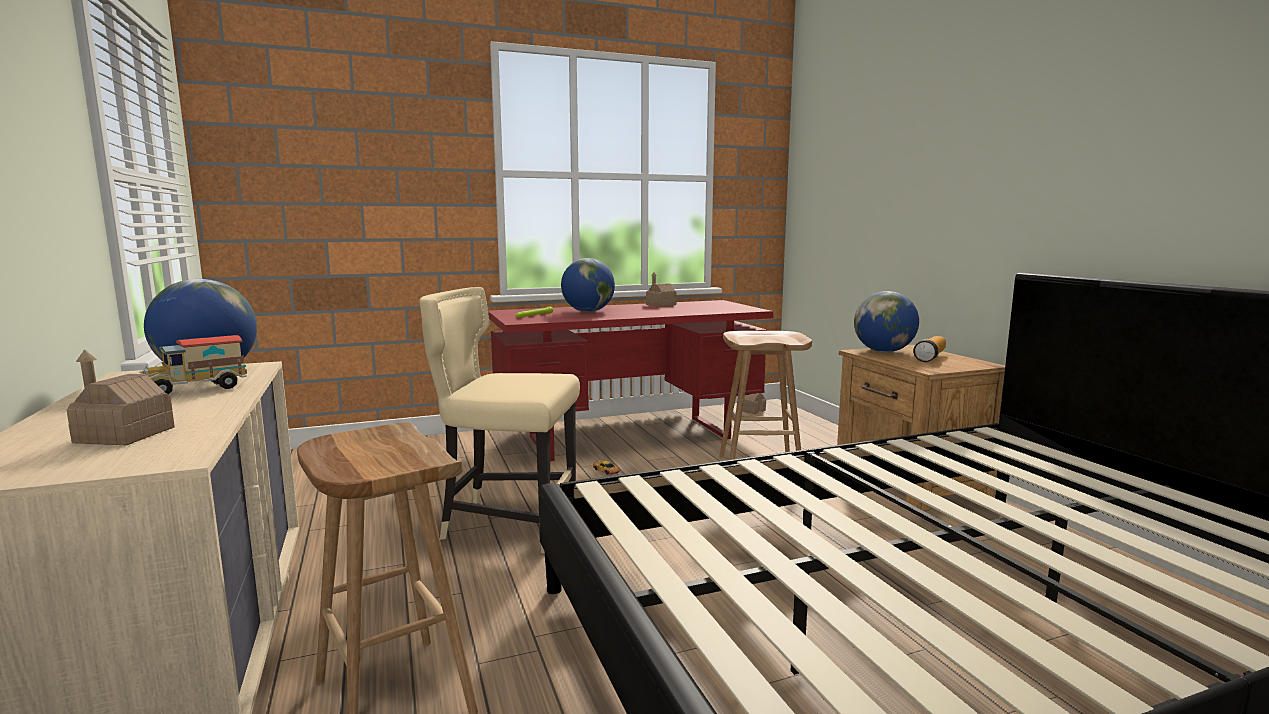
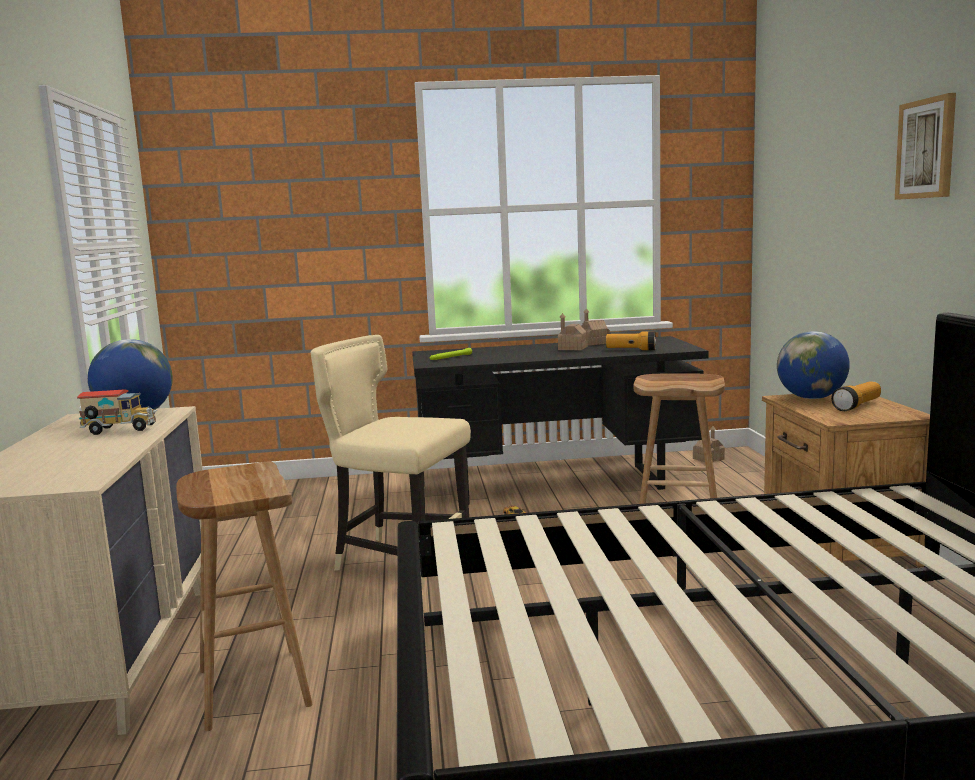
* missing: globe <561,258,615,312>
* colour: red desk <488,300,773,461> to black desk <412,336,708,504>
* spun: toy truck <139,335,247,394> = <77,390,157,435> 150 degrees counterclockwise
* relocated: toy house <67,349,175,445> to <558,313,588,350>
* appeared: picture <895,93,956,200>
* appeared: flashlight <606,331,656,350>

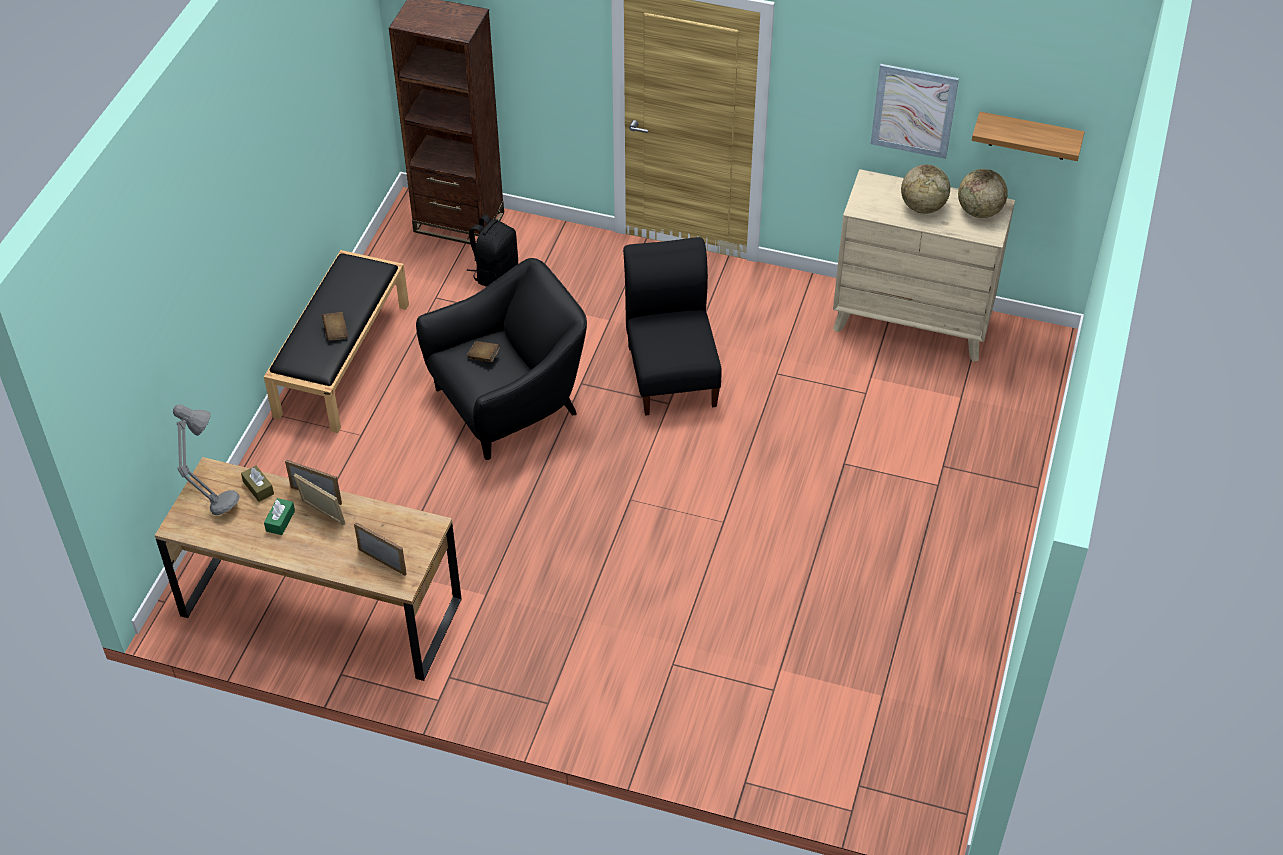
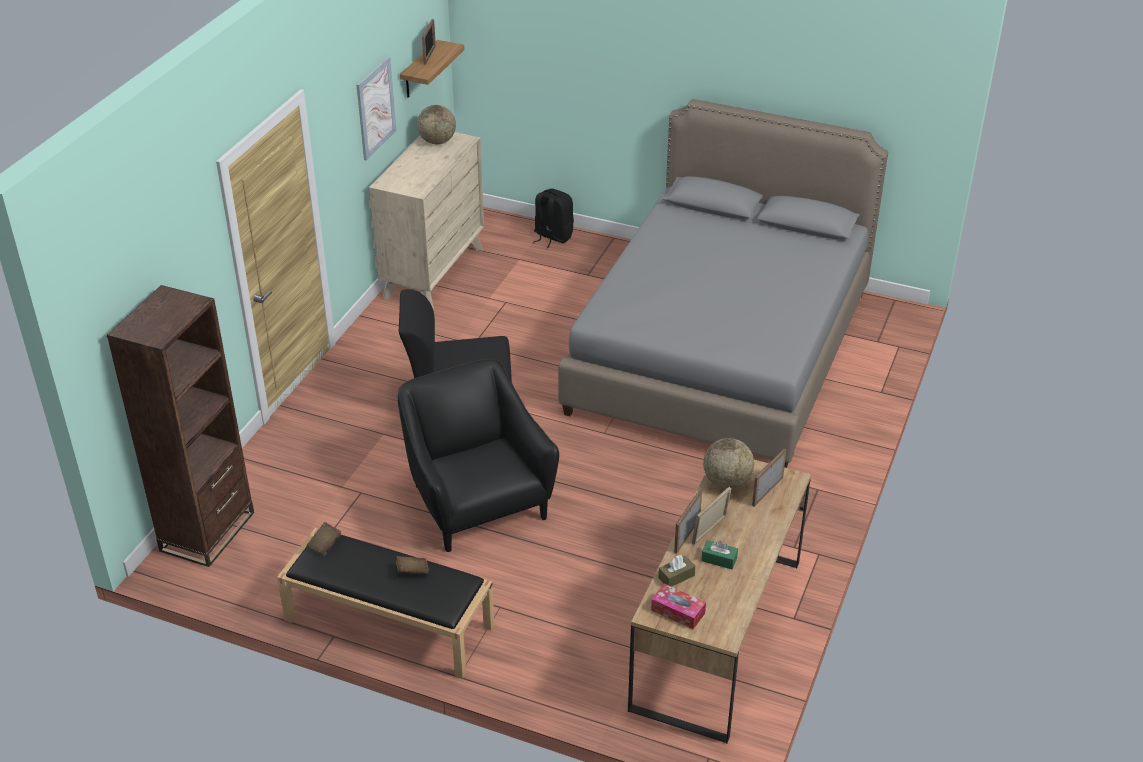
* relocated: globe <901,165,950,214> to <703,438,754,489>
* relocated: black backpack <467,215,518,287> to <533,189,574,248>
* relocated: brown book <467,341,500,362> to <307,522,341,556>
* exchanged: grey table lamp <173,404,240,515> to tissue box <651,584,706,629>
* appeared: picture frame <422,19,436,65>
* appeared: grey bed <558,99,888,468>

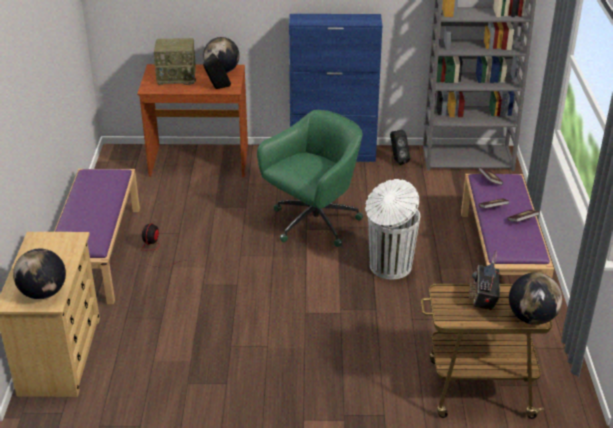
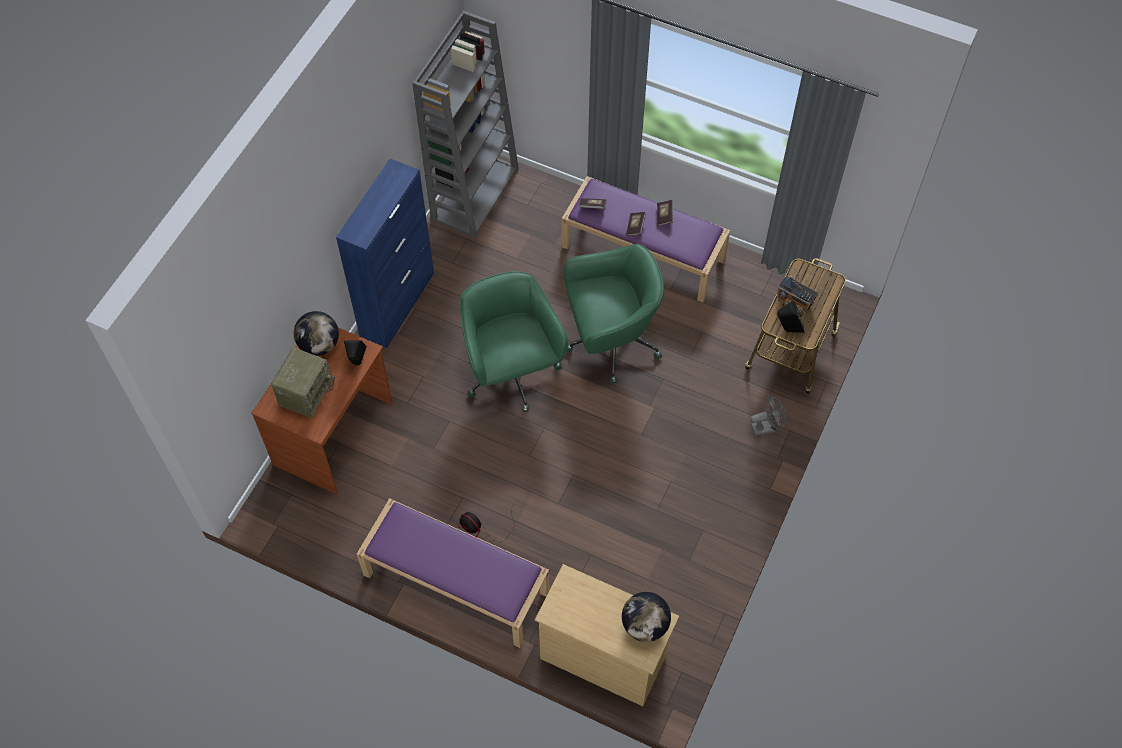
* relocated: black speaker <390,130,410,165> to <777,301,804,333>
* exchanged: white trash can <365,179,420,279> to green office chair <564,244,664,384>
* missing: globe <509,273,562,325>
* appeared: grey fan <751,395,786,436>

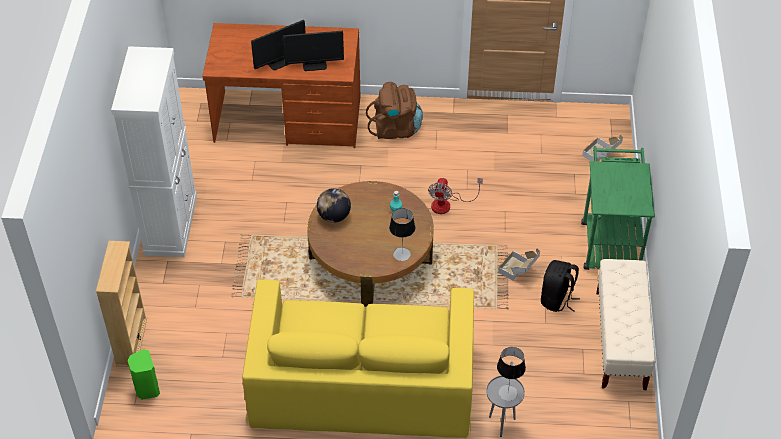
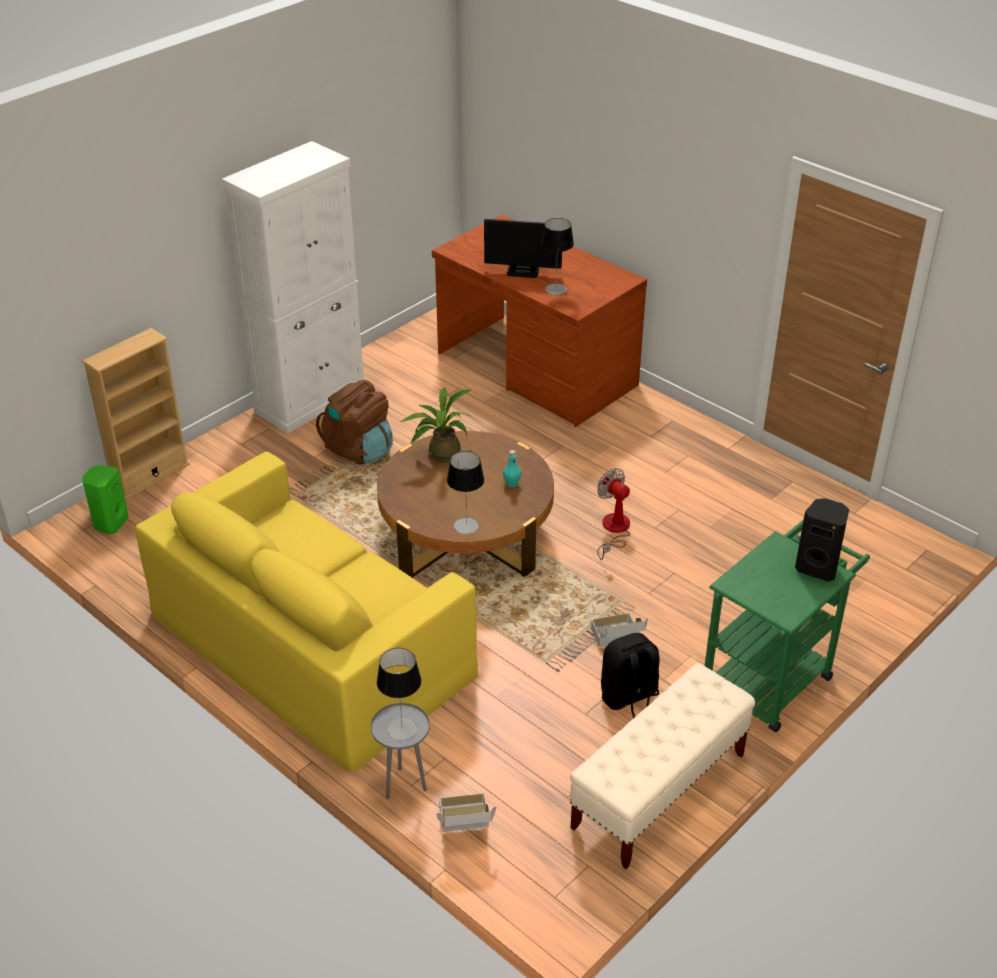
* exchanged: monitor <283,31,344,71> to table lamp <541,218,574,295>
* relocated: brown backpack <366,82,423,139> to <316,380,393,465>
* relocated: cardboard box <582,135,623,161> to <437,793,496,832>
* spun: fan <428,178,483,214> = <597,468,630,560> 90 degrees clockwise
* exchanged: globe <317,188,351,223> to potted plant <401,387,472,462>
* appeared: black speaker <795,498,849,582>

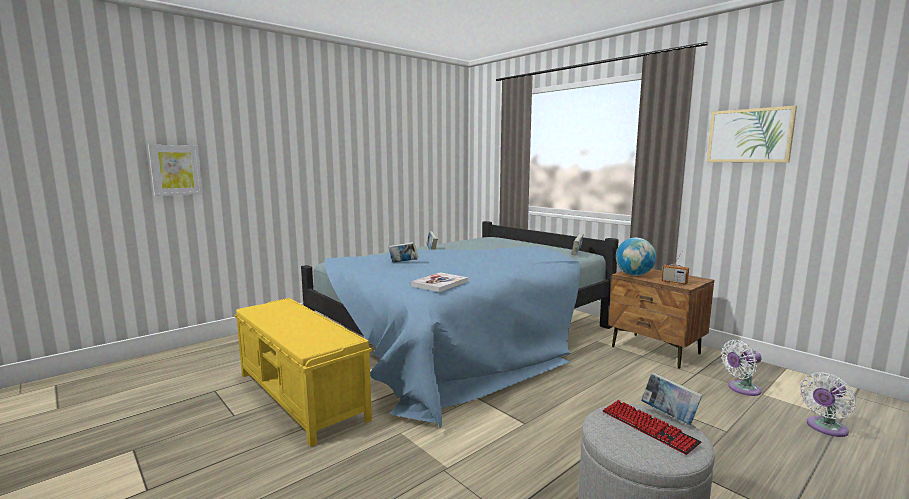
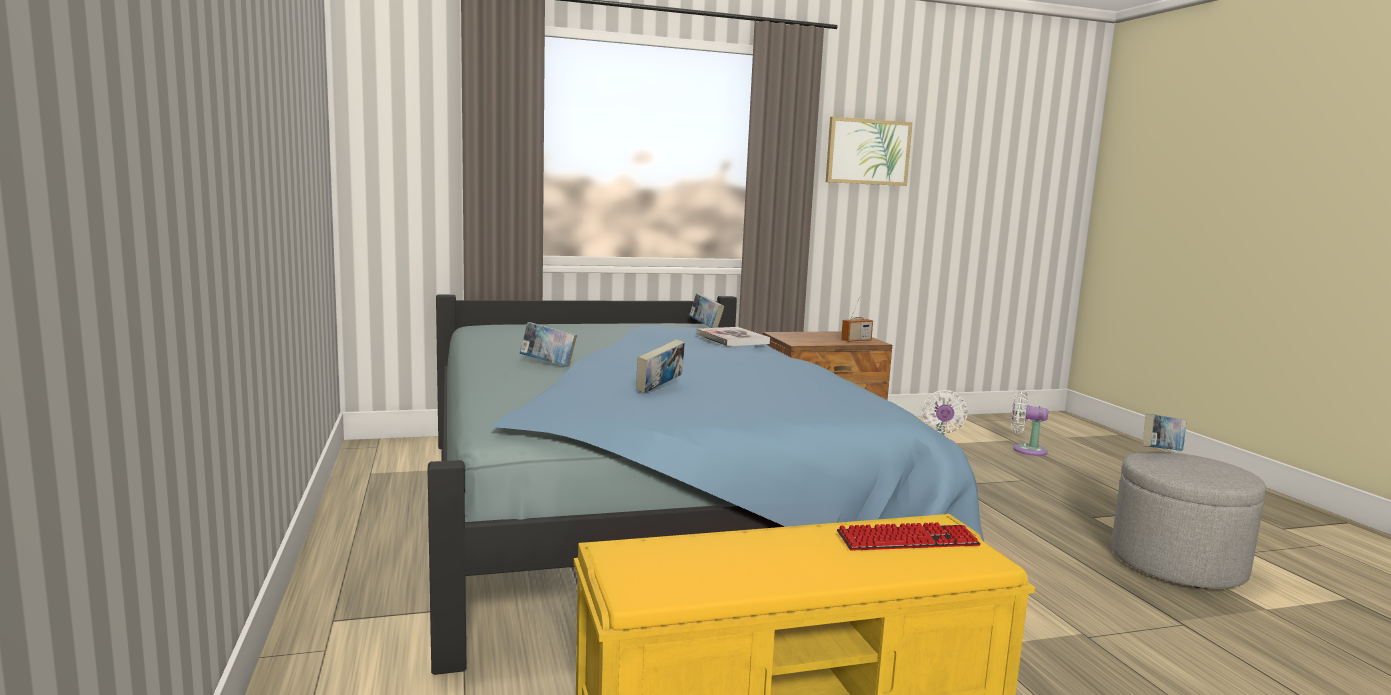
* missing: picture <148,145,203,196>
* missing: globe <616,238,656,276>
* relocated: book <411,272,468,292> to <696,327,770,347>
* spun: white fan <800,372,856,437> = <1011,391,1048,456> 120 degrees clockwise
* relocated: keyboard <602,400,701,455> to <837,522,981,551>

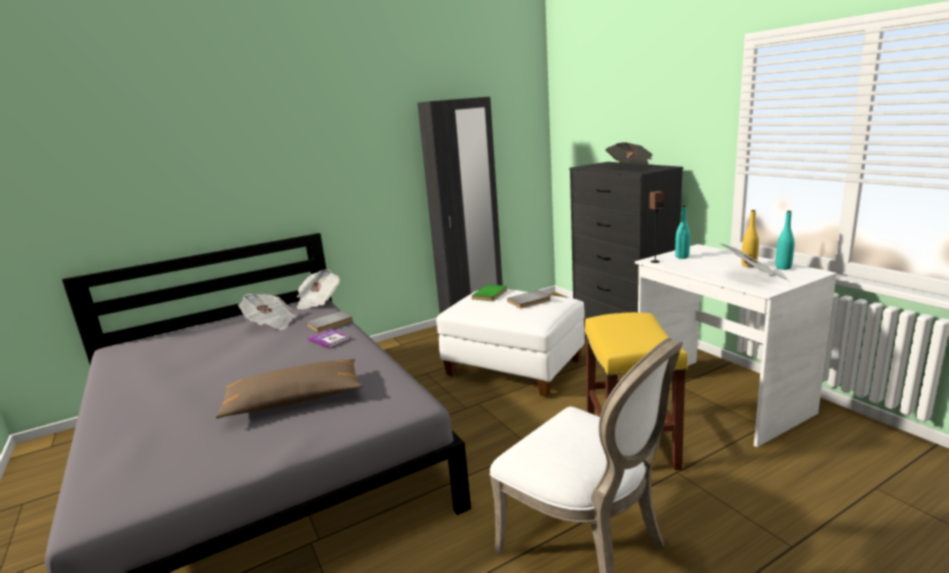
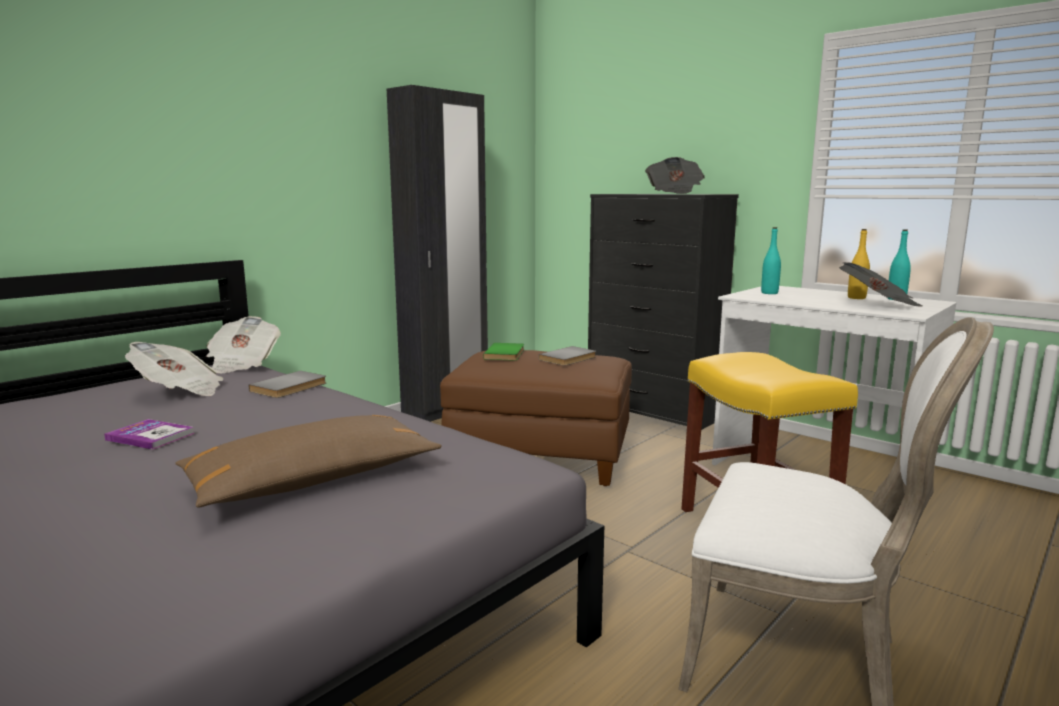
* missing: speaker <649,191,664,263>
* colour: white ottoman <436,290,585,397> to brown ottoman <440,350,632,486>
* relocated: book <308,329,350,349> to <104,419,195,450>

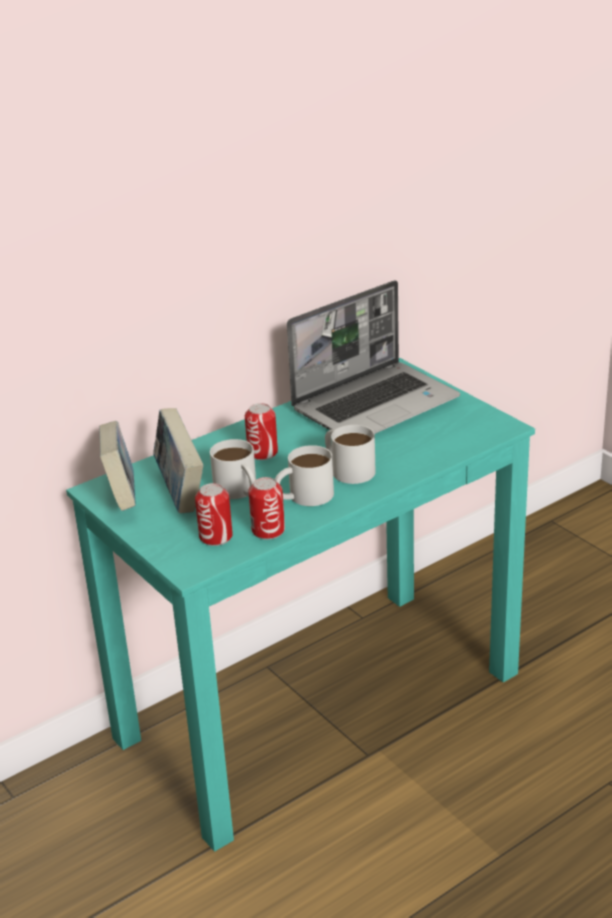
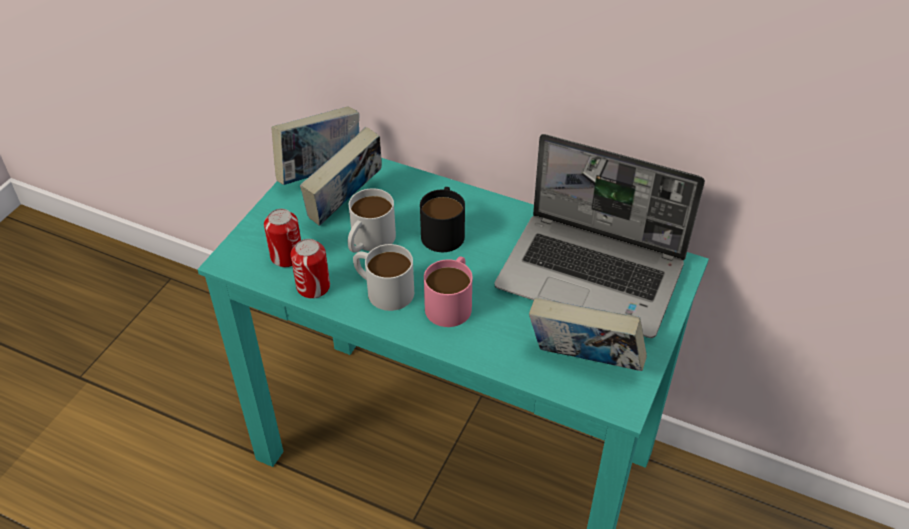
* exchanged: can <245,403,278,460> to black mug <420,187,465,252>
* colour: white mug <325,425,375,484> to pink mug <424,256,472,327>
* appeared: book <529,297,647,371>

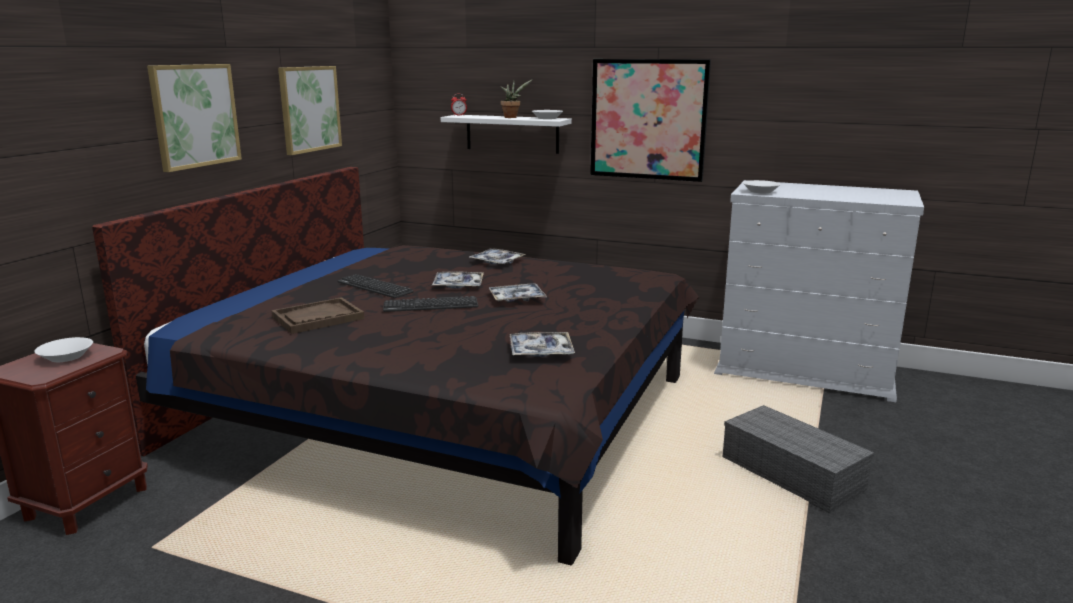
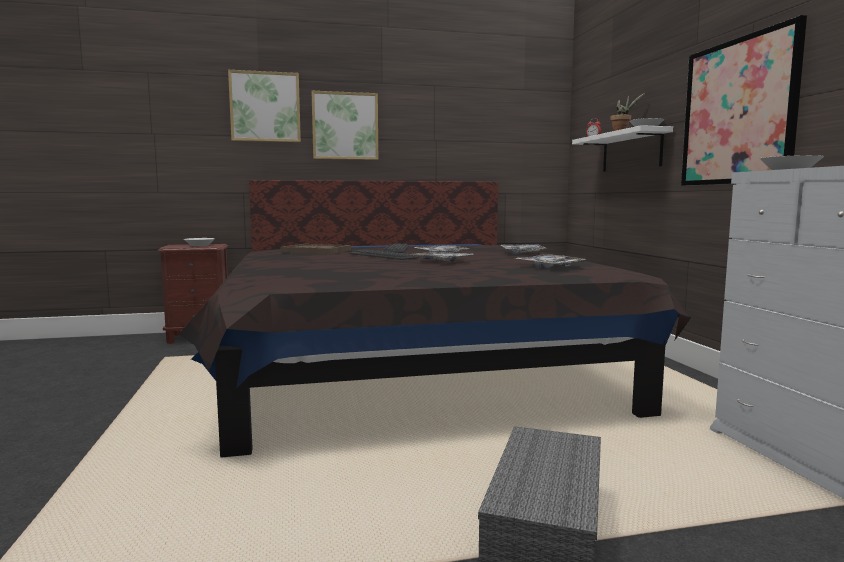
* relocated: picture <278,66,342,155> to <228,70,301,142>
* relocated: tray <509,332,575,357> to <516,255,586,268>

